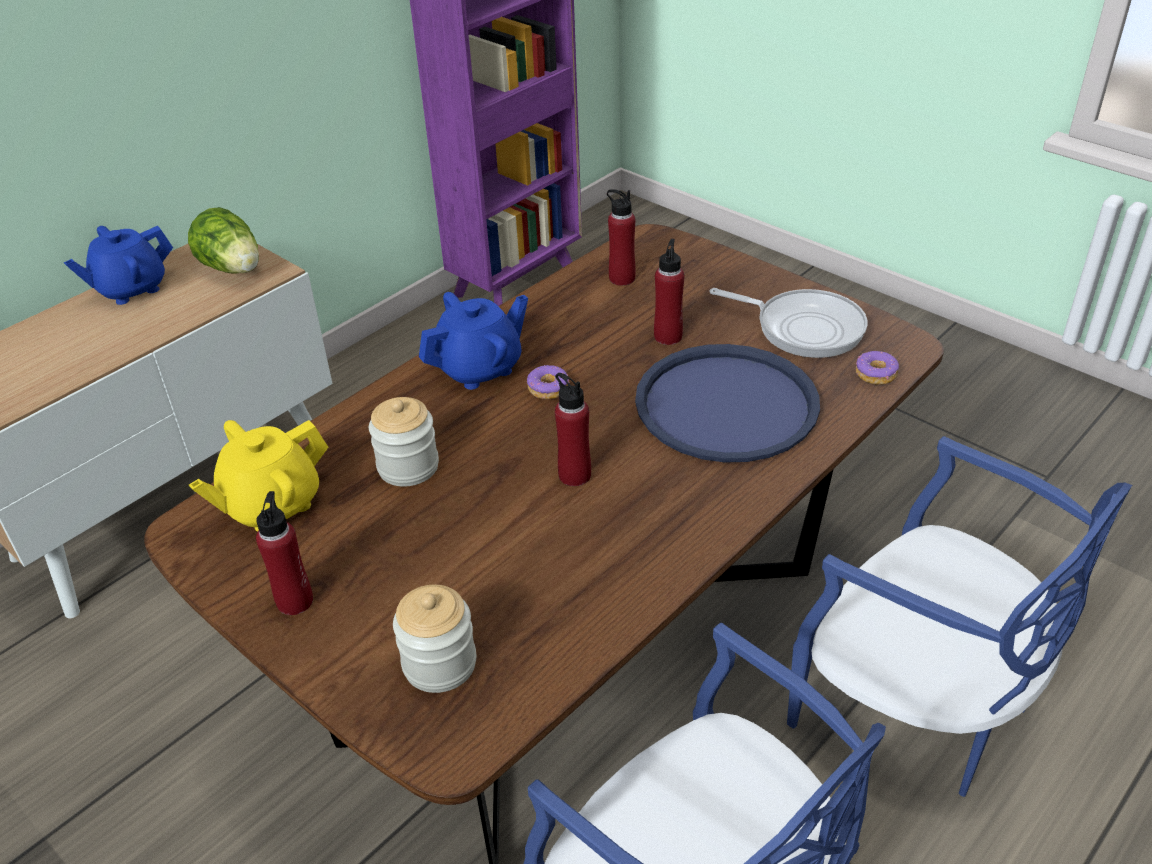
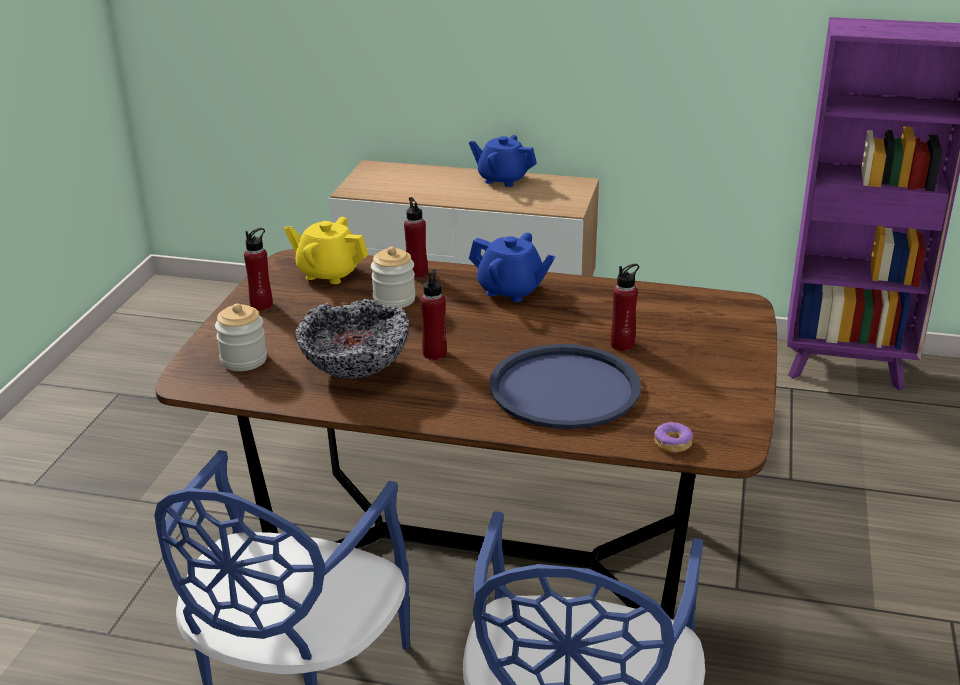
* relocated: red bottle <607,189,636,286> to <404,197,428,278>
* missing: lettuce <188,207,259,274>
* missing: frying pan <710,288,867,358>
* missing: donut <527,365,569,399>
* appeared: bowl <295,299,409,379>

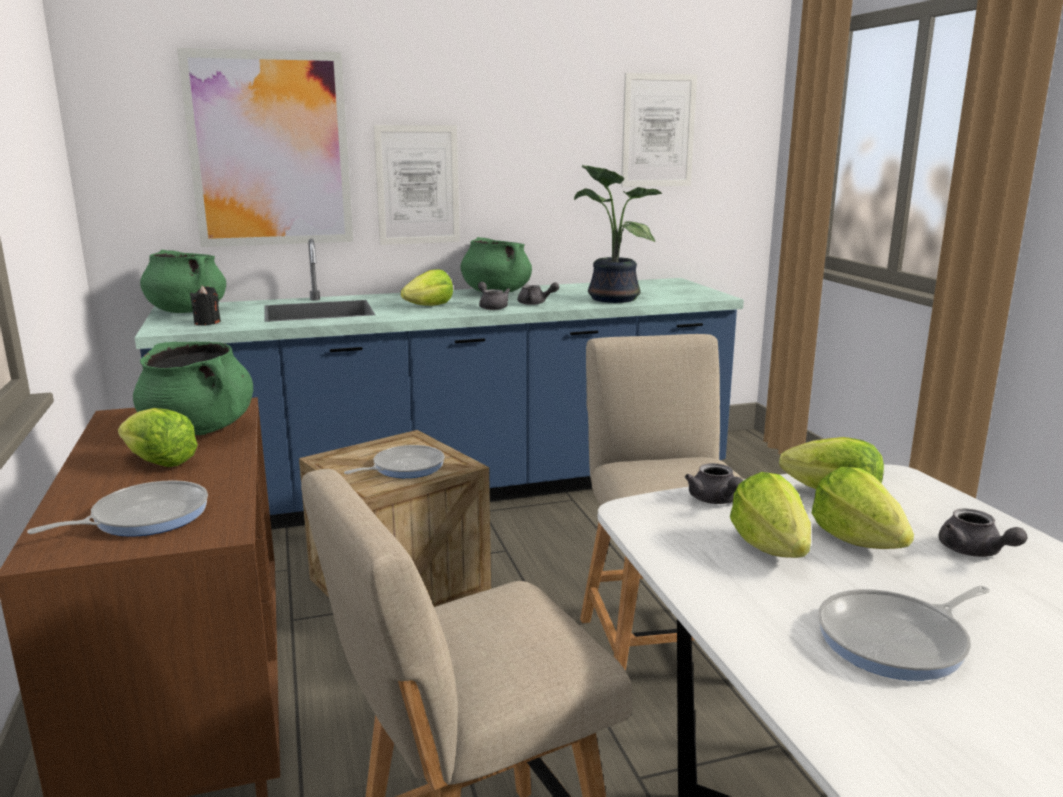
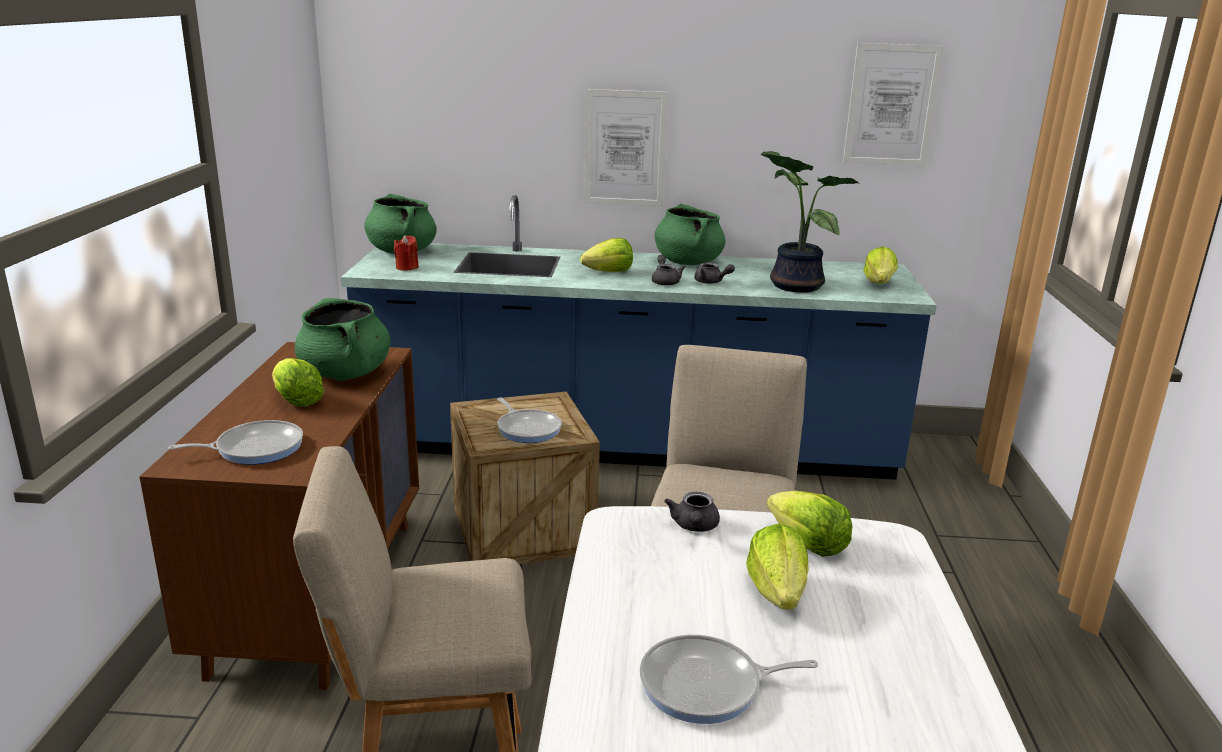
* missing: picture <177,48,353,247>
* colour: black candle <190,286,221,325> to red candle <394,235,419,271>
* spun: frying pan <344,445,445,478> = <497,397,562,443> 75 degrees clockwise
* relocated: lettuce <730,472,811,558> to <864,246,898,284>
* missing: grey teapot <939,508,1027,557>

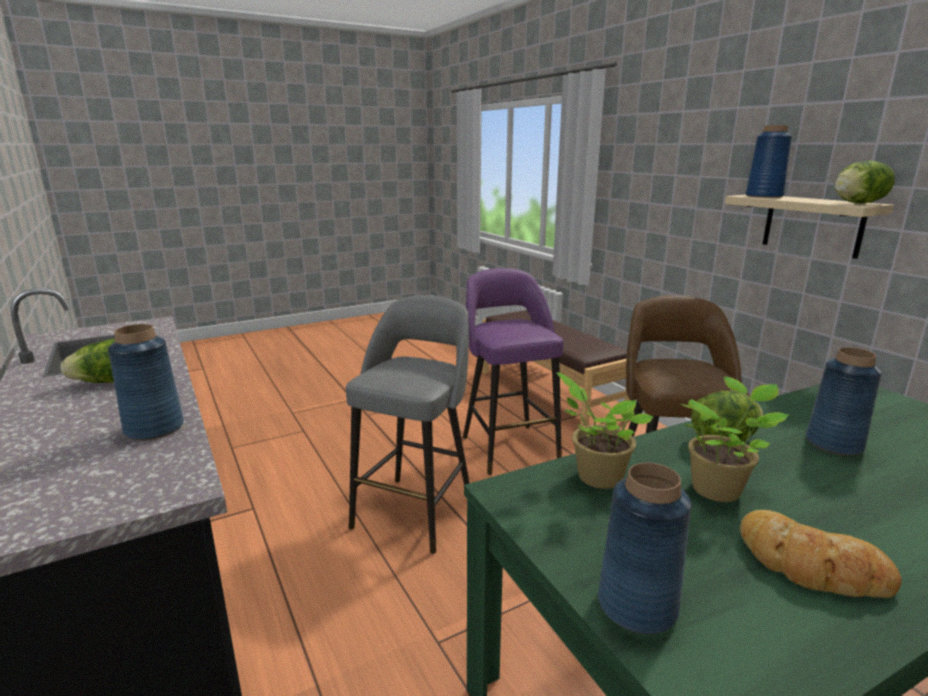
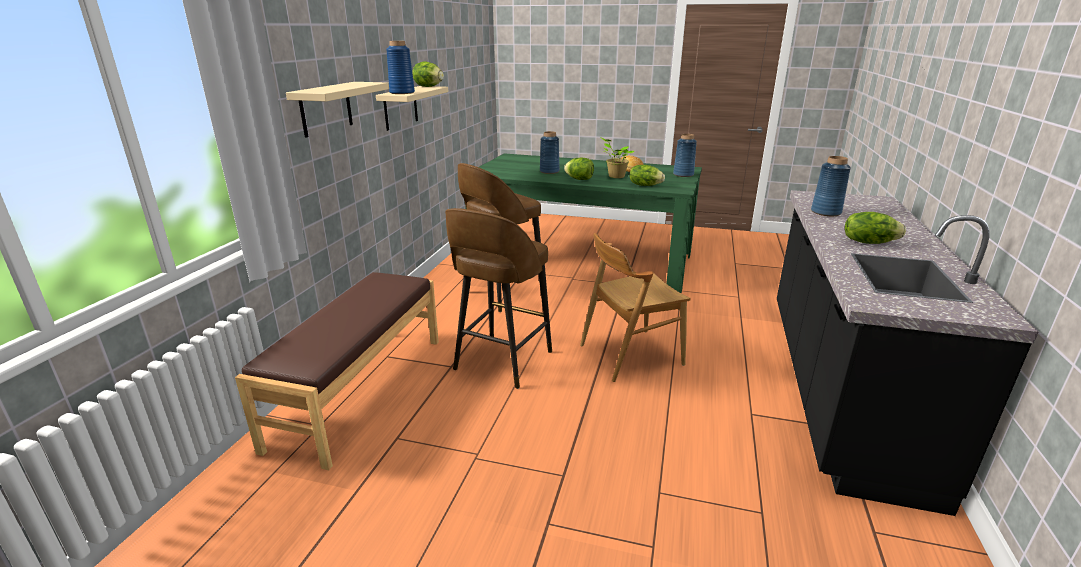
* colour: purple stool <463,268,564,475> to brown stool <445,208,552,389>
* exchanged: grey stool <346,295,469,554> to brown chair <580,233,690,382>
* exchanged: potted plant <556,372,654,489> to lettuce <629,165,665,186>
* appeared: beige shelf <286,82,389,138>

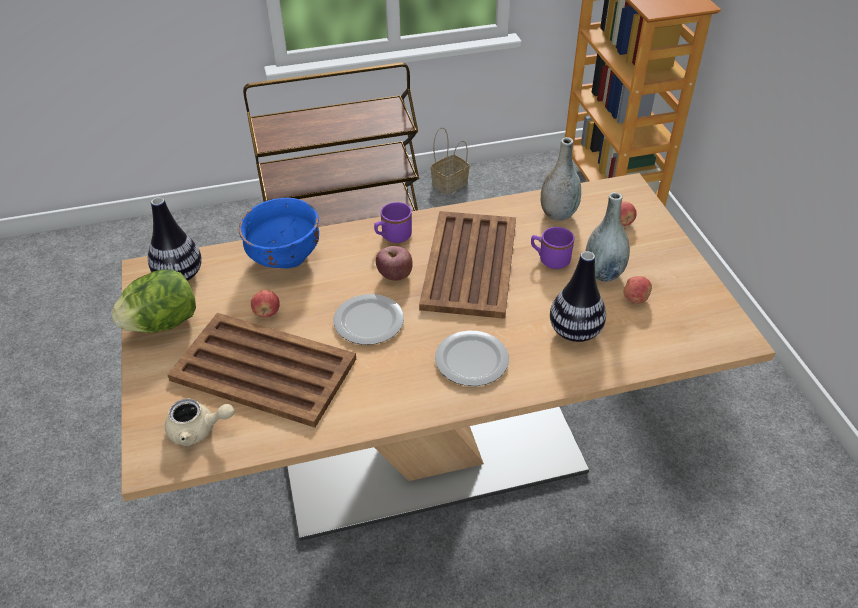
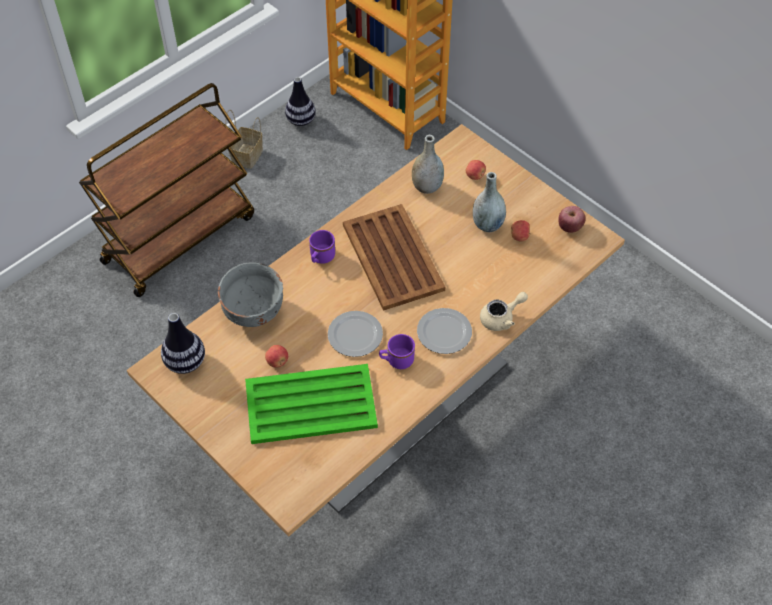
* colour: blue bowl <239,198,319,268> to grey bowl <218,262,283,327>
* relocated: purple mug <531,227,575,269> to <379,334,415,369>
* relocated: apple <376,246,413,281> to <558,206,586,233>
* relocated: vase <550,251,606,342> to <285,77,316,126>
* missing: lettuce <111,269,196,333>
* colour: brown tray <168,313,356,428> to green tray <245,364,378,444>
* relocated: beige teapot <165,399,234,446> to <480,292,528,331>

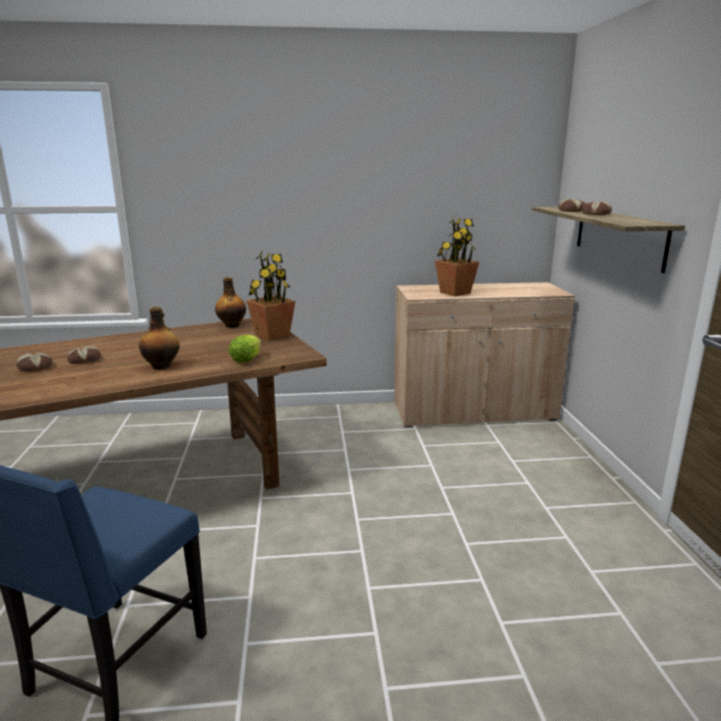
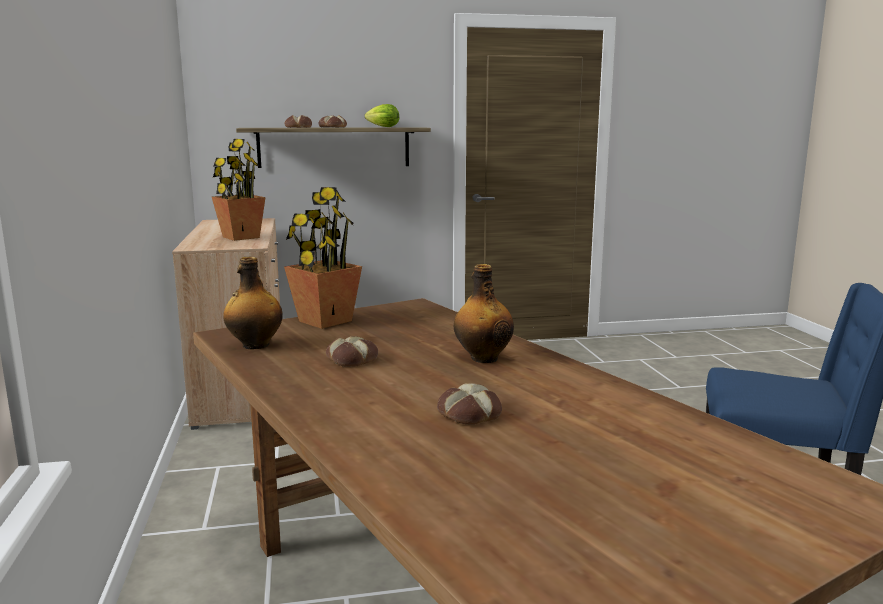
* relocated: lettuce <229,335,261,363> to <365,104,399,127>
* relocated: bread <16,352,53,372> to <326,336,378,367>

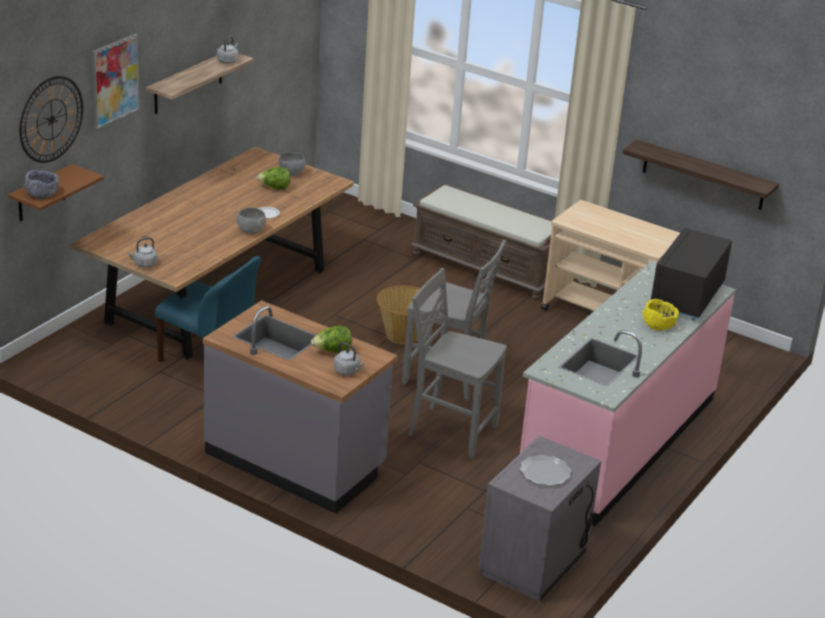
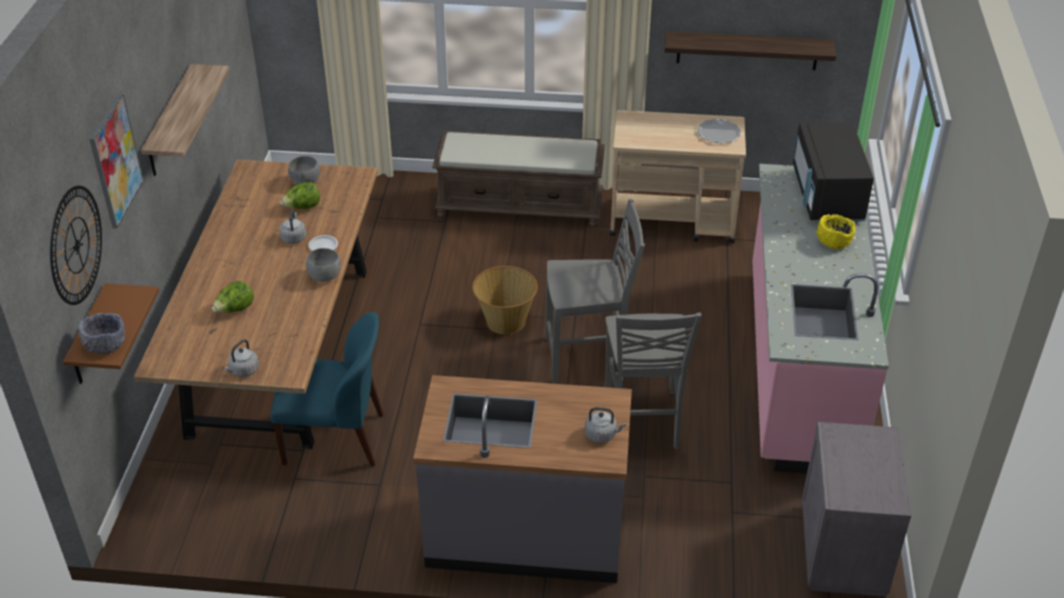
* relocated: grey kettle <217,36,238,64> to <279,210,306,244>
* spun: grey chair <408,268,506,459> = <605,312,702,450> 90 degrees counterclockwise
* relocated: lettuce <311,326,352,353> to <212,281,254,313>
* relocated: plate <520,455,571,486> to <697,119,741,143>

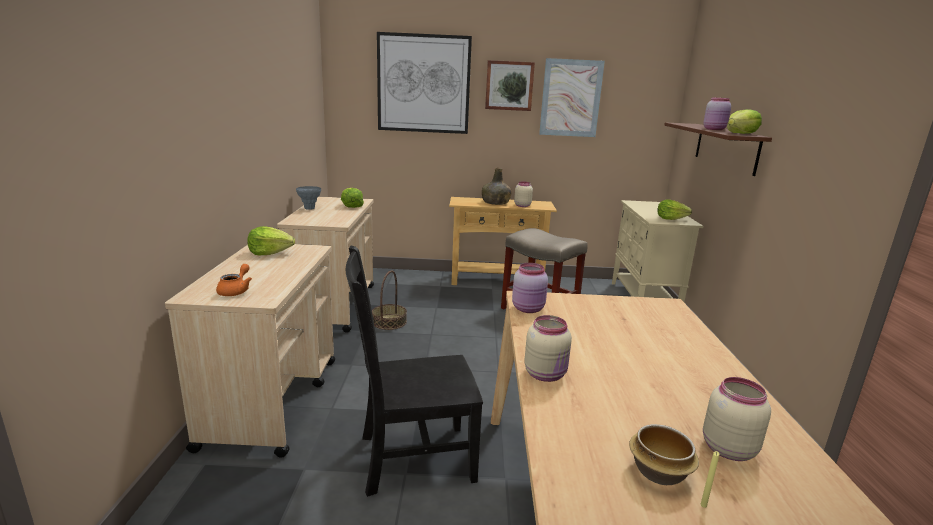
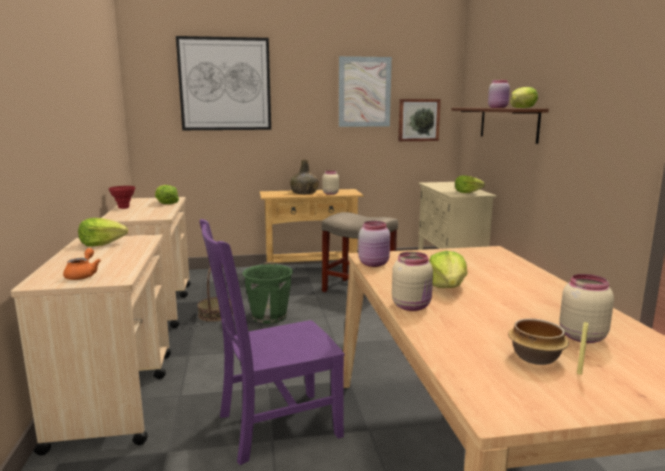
* relocated: picture <485,60,535,111> to <398,99,441,141>
* colour: grey vase <296,186,321,210> to red vase <109,186,135,209>
* colour: black chair <345,246,483,497> to purple chair <199,219,345,465>
* appeared: lettuce <429,251,467,288>
* appeared: green bucket <241,262,296,324>

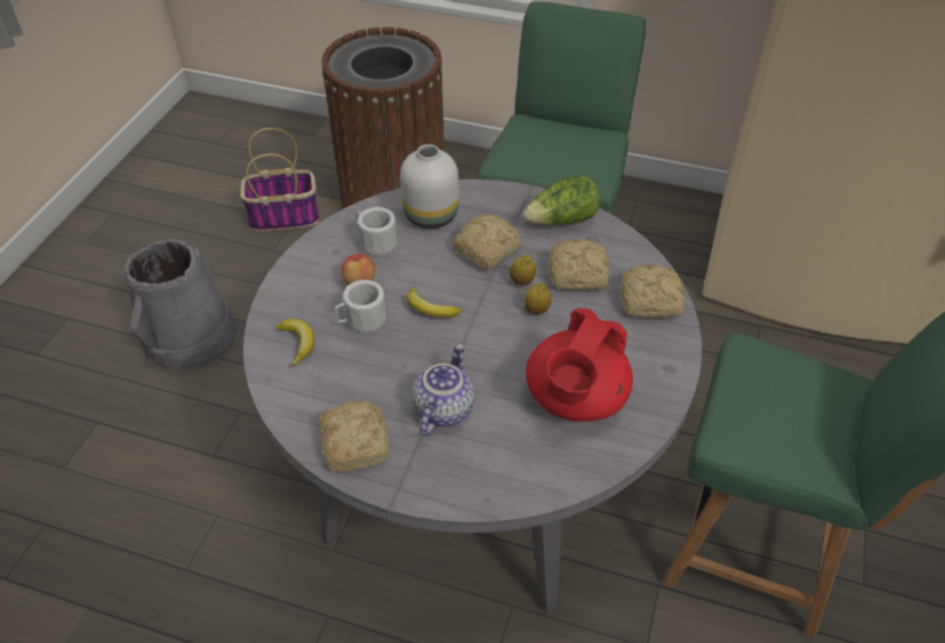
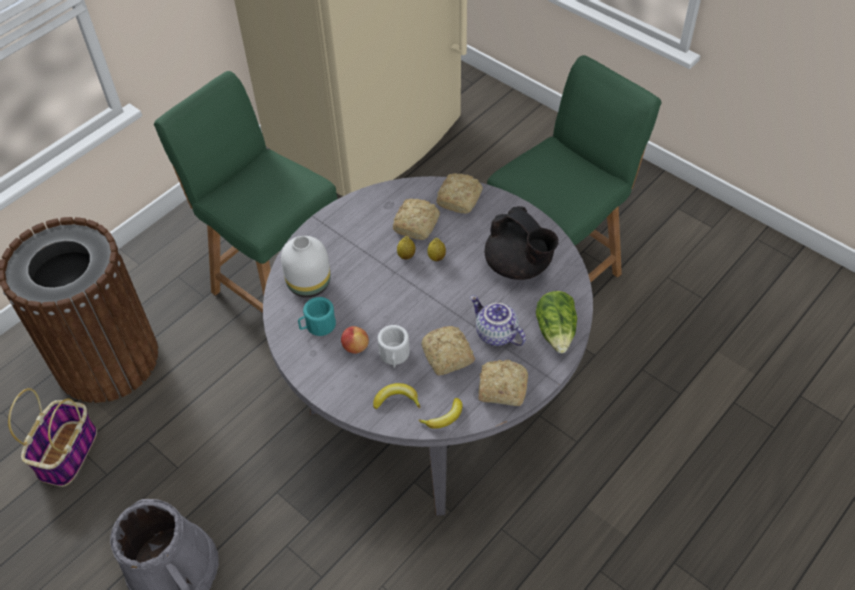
* relocated: lettuce <523,175,600,225> to <536,291,577,353>
* colour: white mug <356,207,397,256> to turquoise mug <298,297,336,336>
* relocated: bread <452,214,522,270> to <421,326,475,375>
* relocated: banana <407,287,461,318> to <418,398,463,429>
* colour: red teapot <526,308,633,421> to black teapot <485,206,559,280>

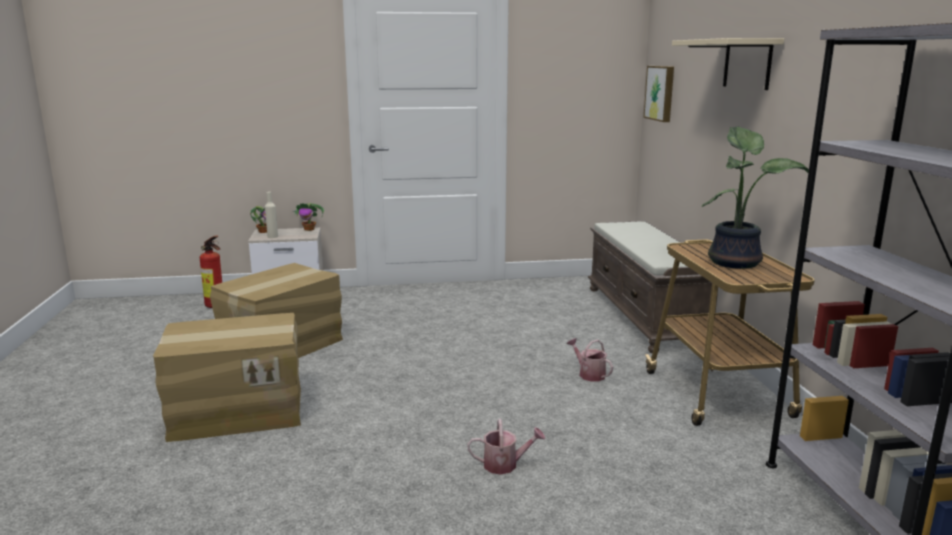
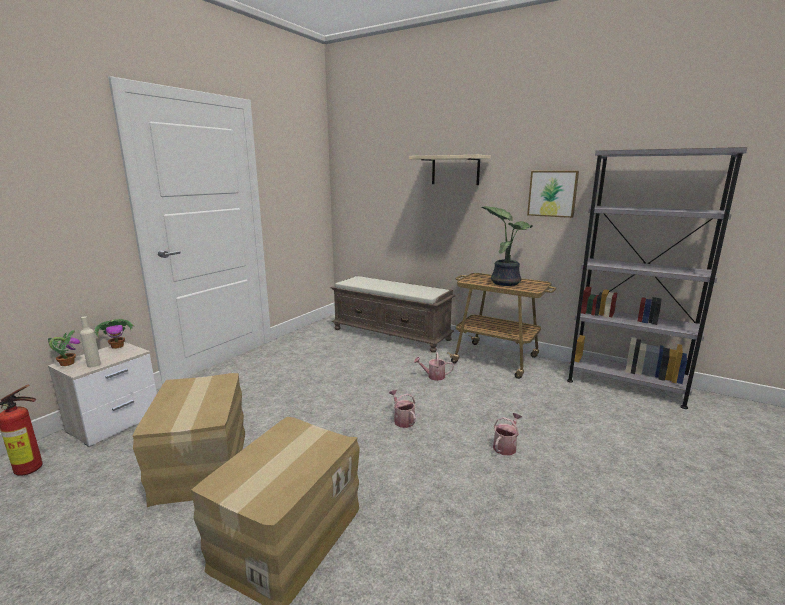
* relocated: picture <644,66,674,122> to <527,171,579,218>
* appeared: watering can <389,390,416,428>

